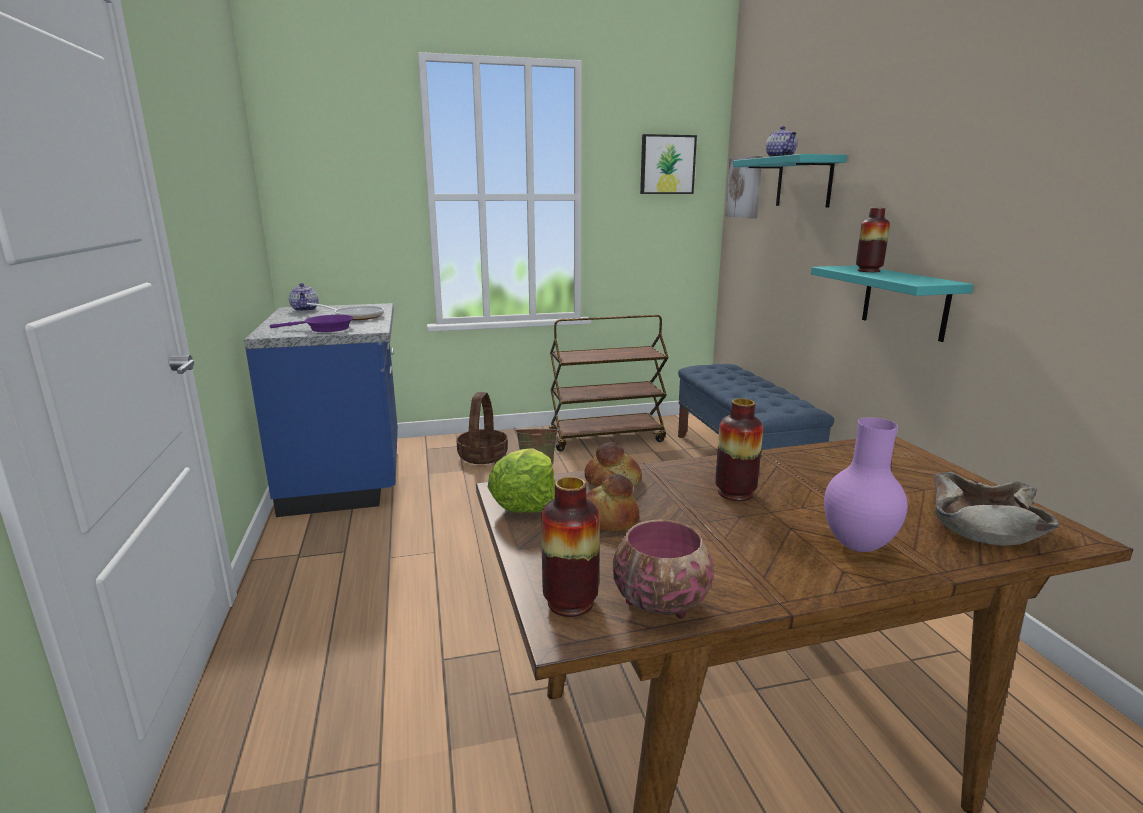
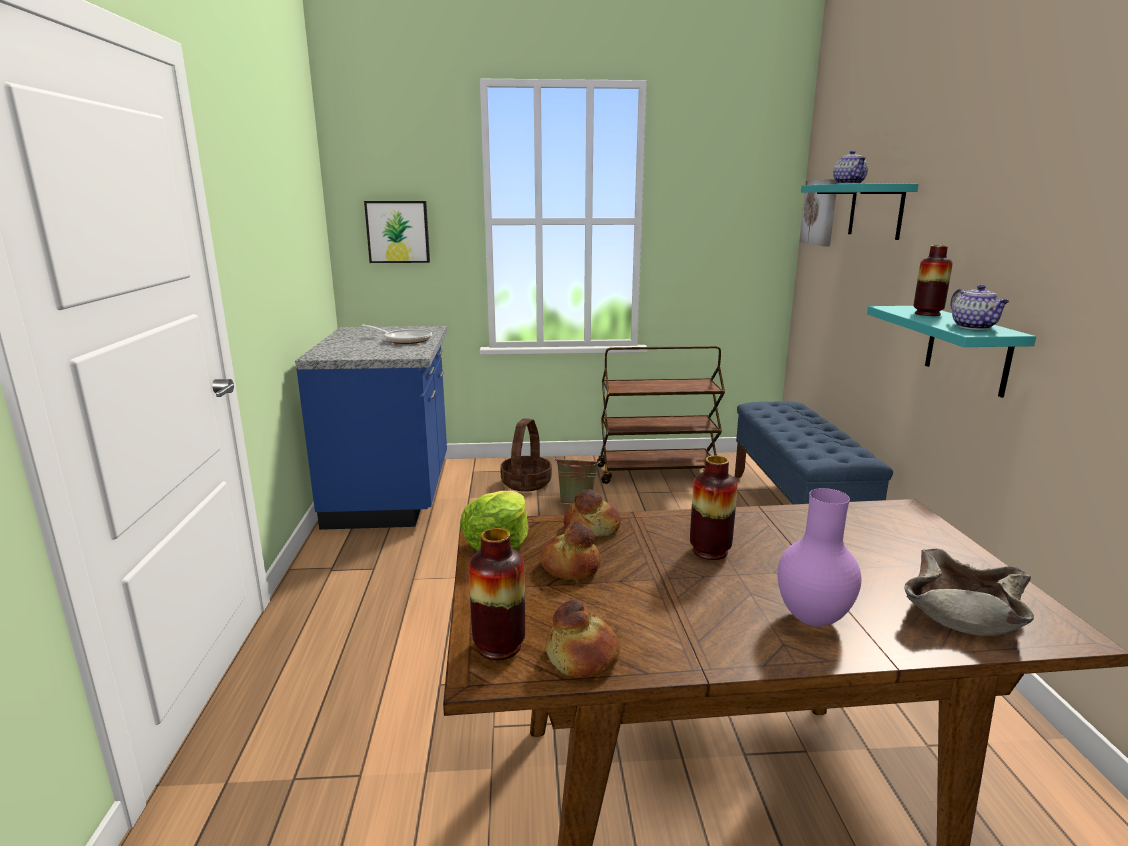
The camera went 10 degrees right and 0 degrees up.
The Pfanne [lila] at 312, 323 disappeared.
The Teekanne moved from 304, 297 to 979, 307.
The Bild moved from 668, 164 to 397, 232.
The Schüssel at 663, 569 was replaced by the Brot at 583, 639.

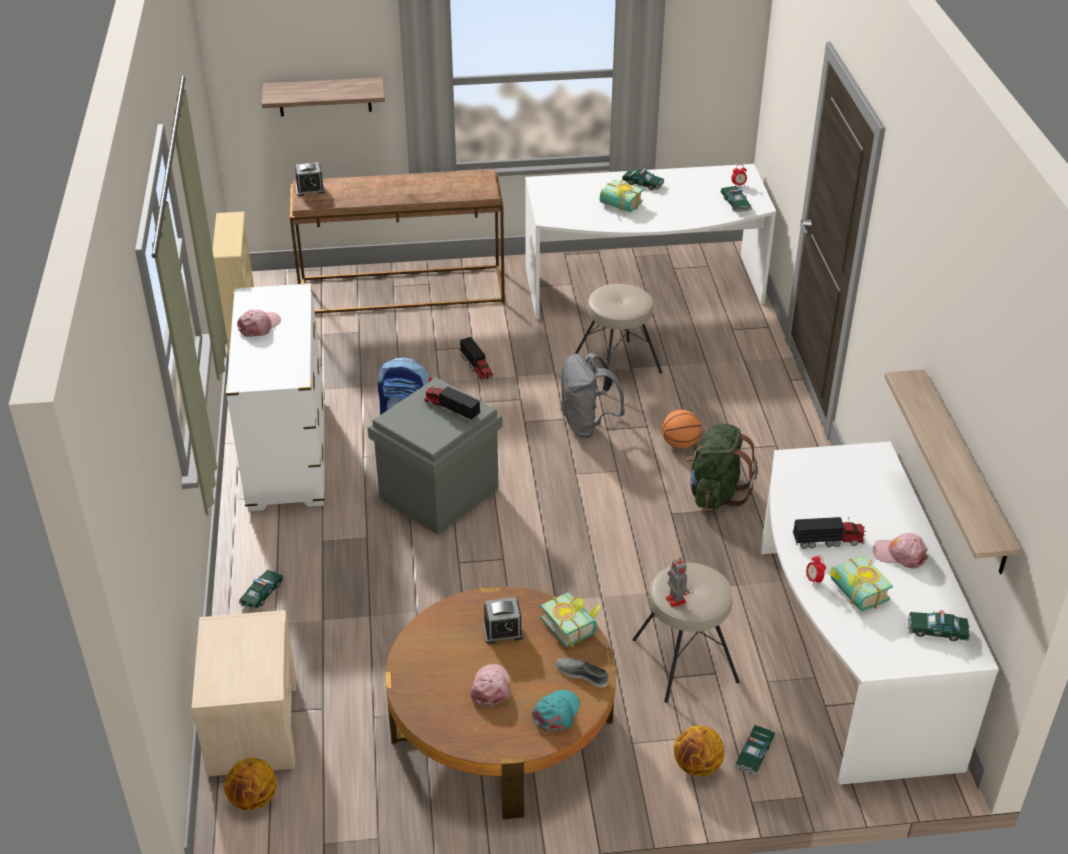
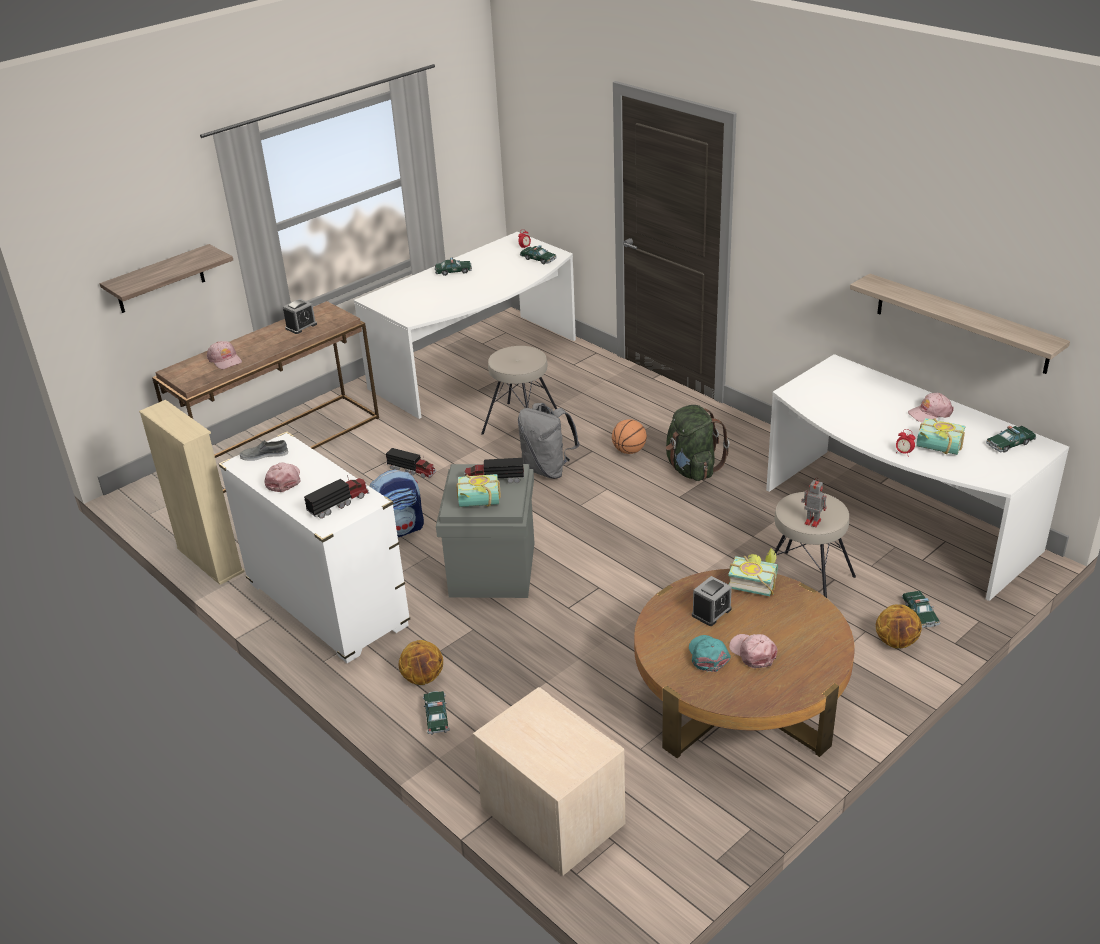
The camera went 35 degrees left and 5 degrees down.
The Kappe [rosa] at 224, 355 appeared.
The Basketball moved from 250, 784 to 421, 662.
The Wecker moved from 310, 179 to 300, 316.
The Kappe [türkis] moved from 556, 711 to 710, 653.
The Schuh [grau] moved from 582, 672 to 264, 450.
The Buch moved from 621, 196 to 478, 490.
The Spielzeuglaster moved from 829, 533 to 336, 497.

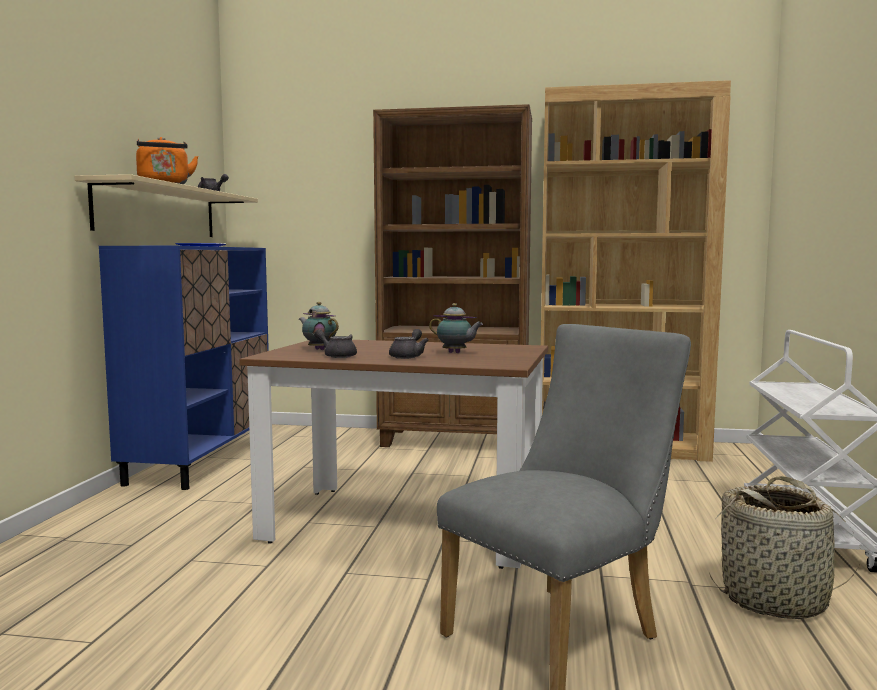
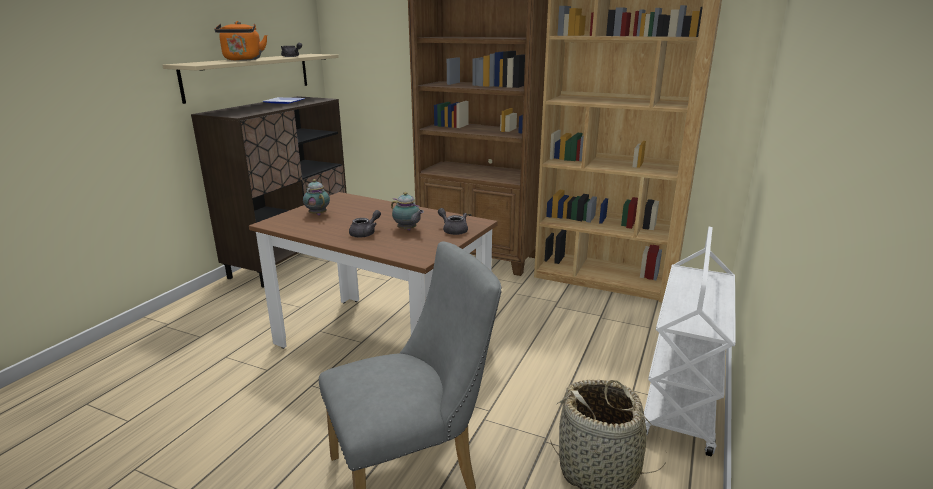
The camera went 15 degrees right and 15 degrees up.
The Teekanne [grau] moved from 335, 343 to 453, 221.
The Schrank [blau] at 184, 368 became the Schrank [braun] at 269, 192.

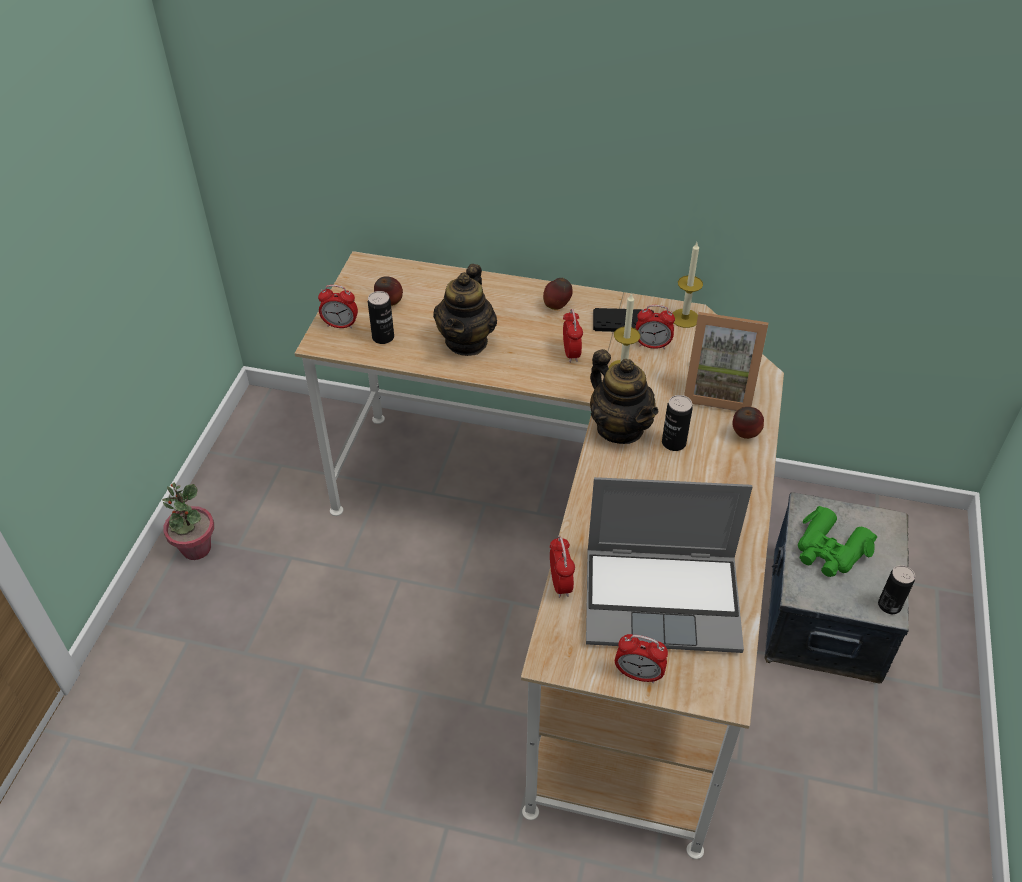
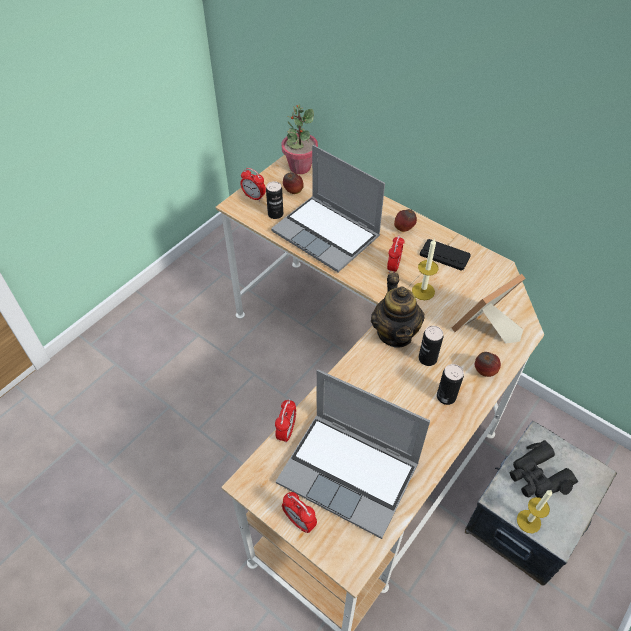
The camera went 25 degrees right and 5 degrees up.
The Wecker at 655, 327 disappeared.
The Topfpflanze moved from 188, 521 to 299, 139.
The Kerze moved from 688, 285 to 534, 511.
The Dose moved from 896, 589 to 450, 384.
The Teekanne at 465, 310 was replaced by the Laptop at 328, 208.
The Fernglas [grün] at 837, 541 became the Fernglas [schwarz] at 544, 469.
The Bilderrahmen at 726, 361 turned 105 degrees clockwise.

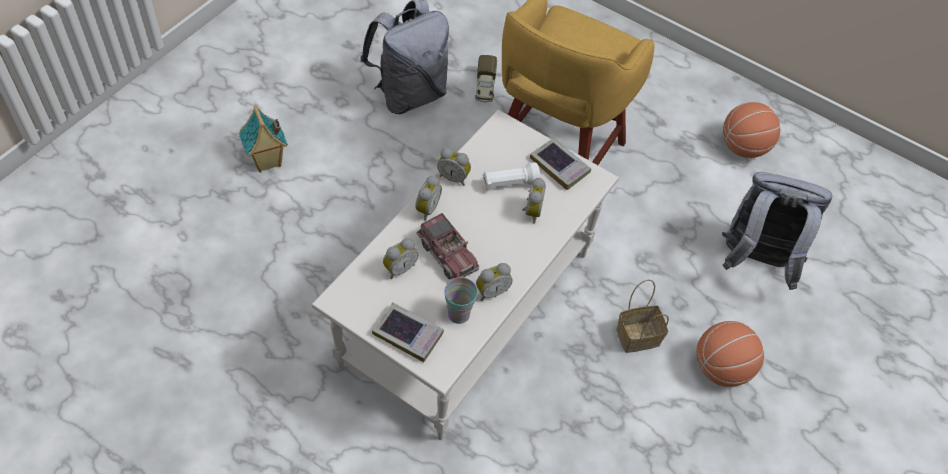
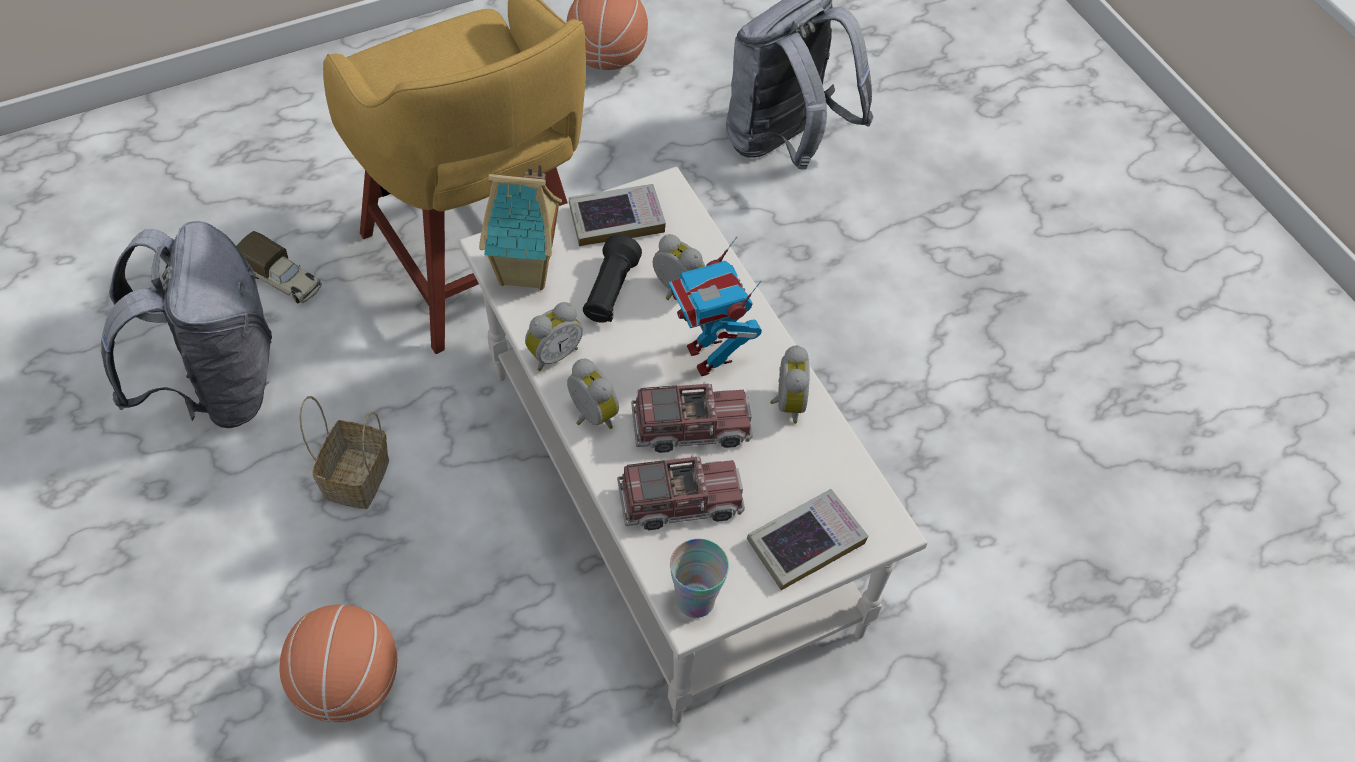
The camera went 60 degrees left and 0 degrees up.
The Spielzeugroboter at 715, 306 appeared.
The Spielzeughaus moved from 263, 138 to 520, 227.
The Tasse moved from 461, 300 to 699, 578.
The Korb moved from 642, 316 to 344, 452.
The Basketball moved from 730, 354 to 338, 663.
The Wecker at 400, 258 was replaced by the Spielzeuglaster at 681, 492.
The Taschenlampe [weiß] at 511, 176 became the Taschenlampe [schwarz] at 612, 278.

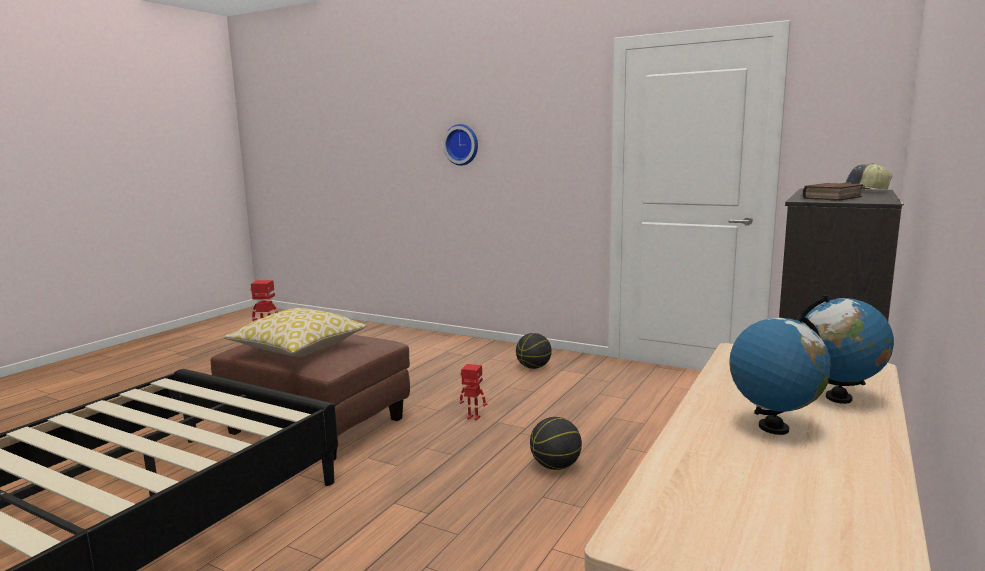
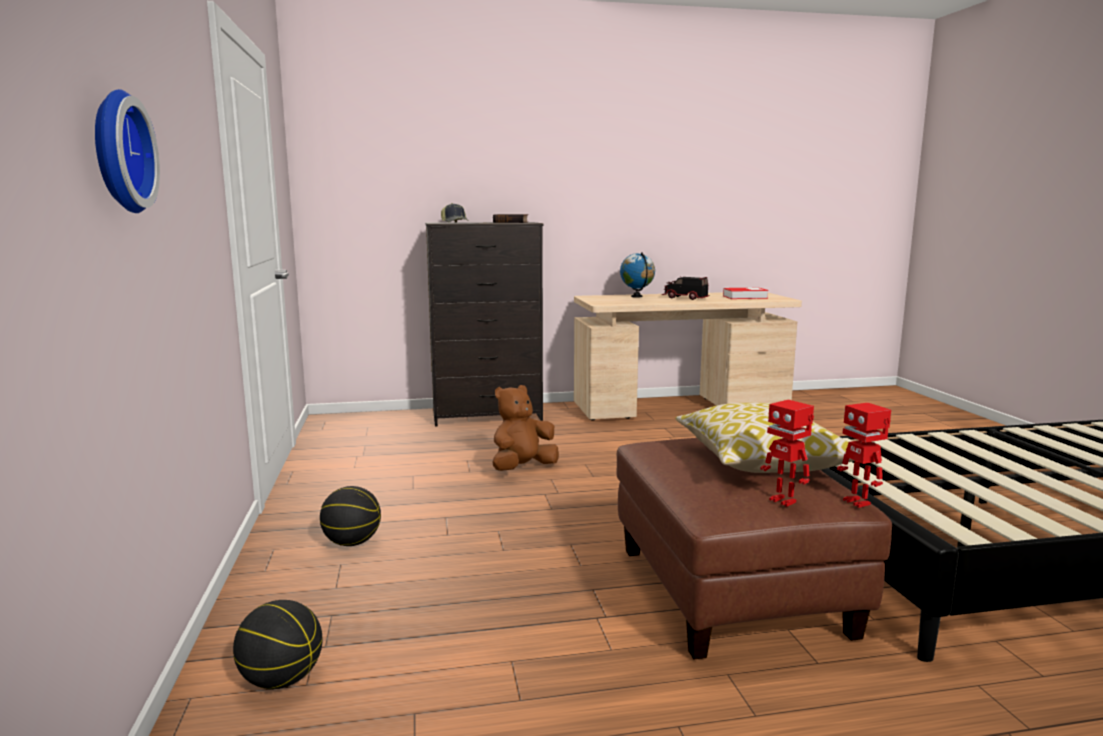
The camera went 130 degrees left and 0 degrees up.
The Plüschtier [braun] at 525, 428 appeared.
The Buch at 746, 293 appeared.
The Spielzeugroboter moved from 473, 392 to 864, 455.
The Basketball moved from 556, 443 to 278, 644.
The Globus at 780, 374 was replaced by the Spielzeuglaster at 685, 288.

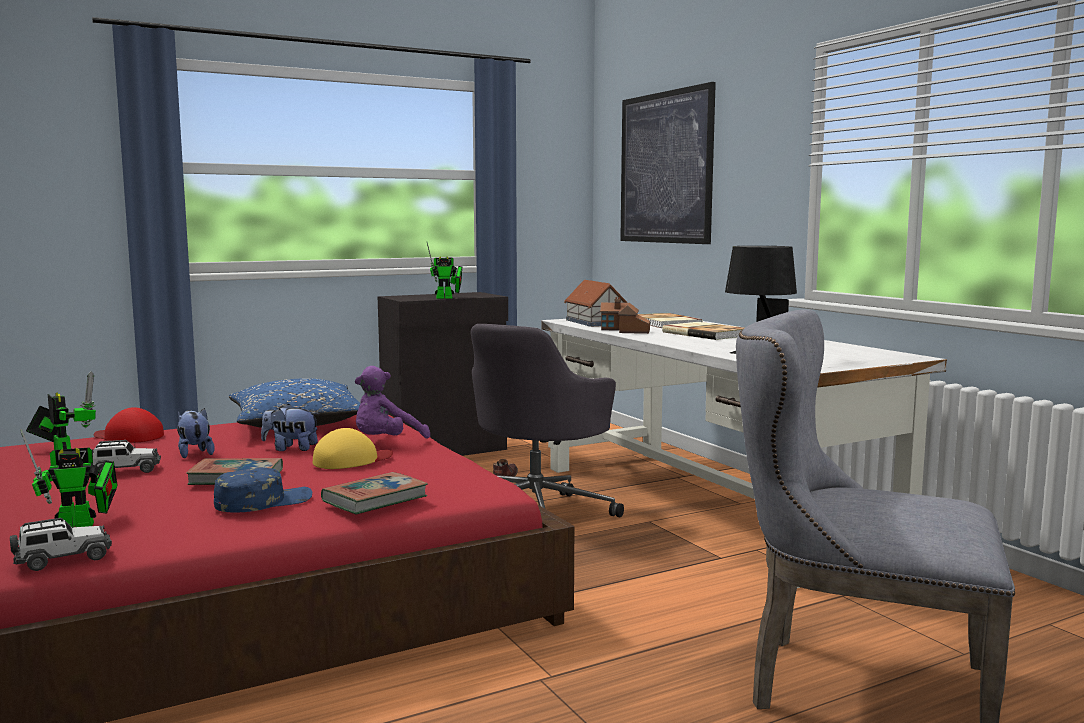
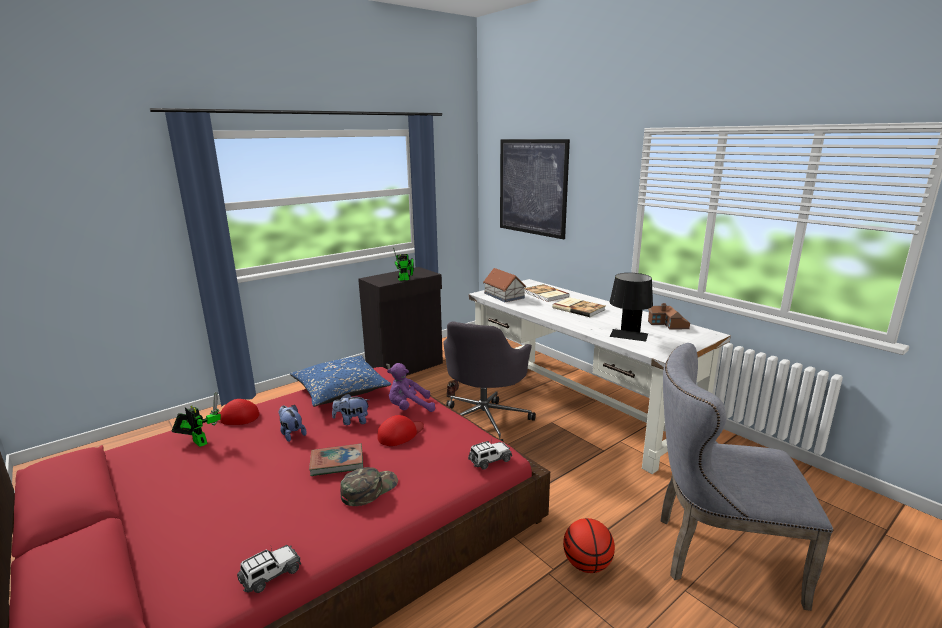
The camera went 10 degrees left and 10 degrees up.
The Spielzeugroboter at 68, 478 disappeared.
The Buch at 374, 493 disappeared.
The Basketball at 589, 545 appeared.
The Spielzeugauto moved from 126, 457 to 490, 455.
The Spielzeughaus moved from 625, 315 to 669, 316.
The Kappe [blau] at 263, 489 became the Kappe [grün] at 369, 486.
The Kappe [gelb] at 353, 448 became the Kappe [rot] at 401, 430.
The Plüschtier [lila] at 392, 402 turned 45 degrees clockwise.

